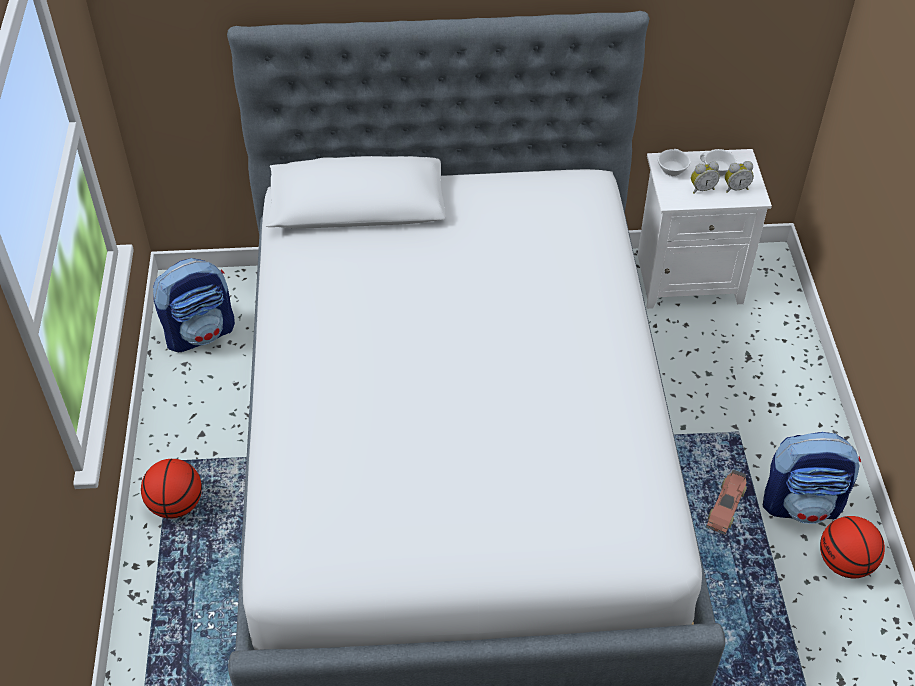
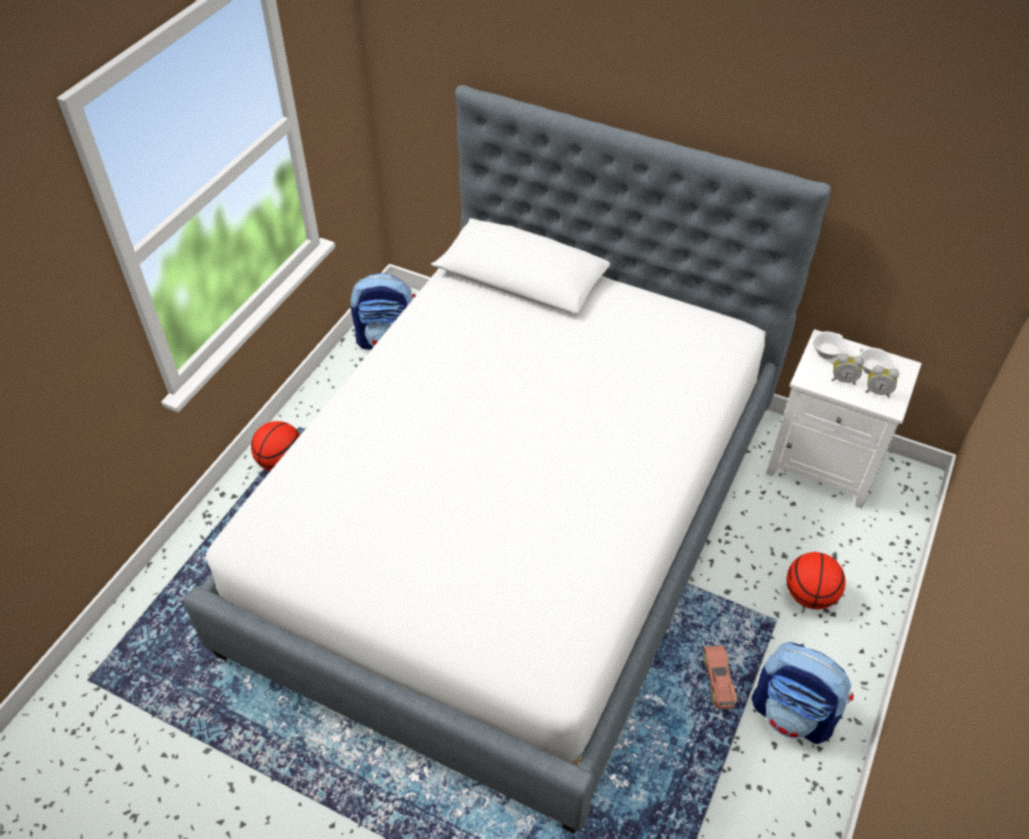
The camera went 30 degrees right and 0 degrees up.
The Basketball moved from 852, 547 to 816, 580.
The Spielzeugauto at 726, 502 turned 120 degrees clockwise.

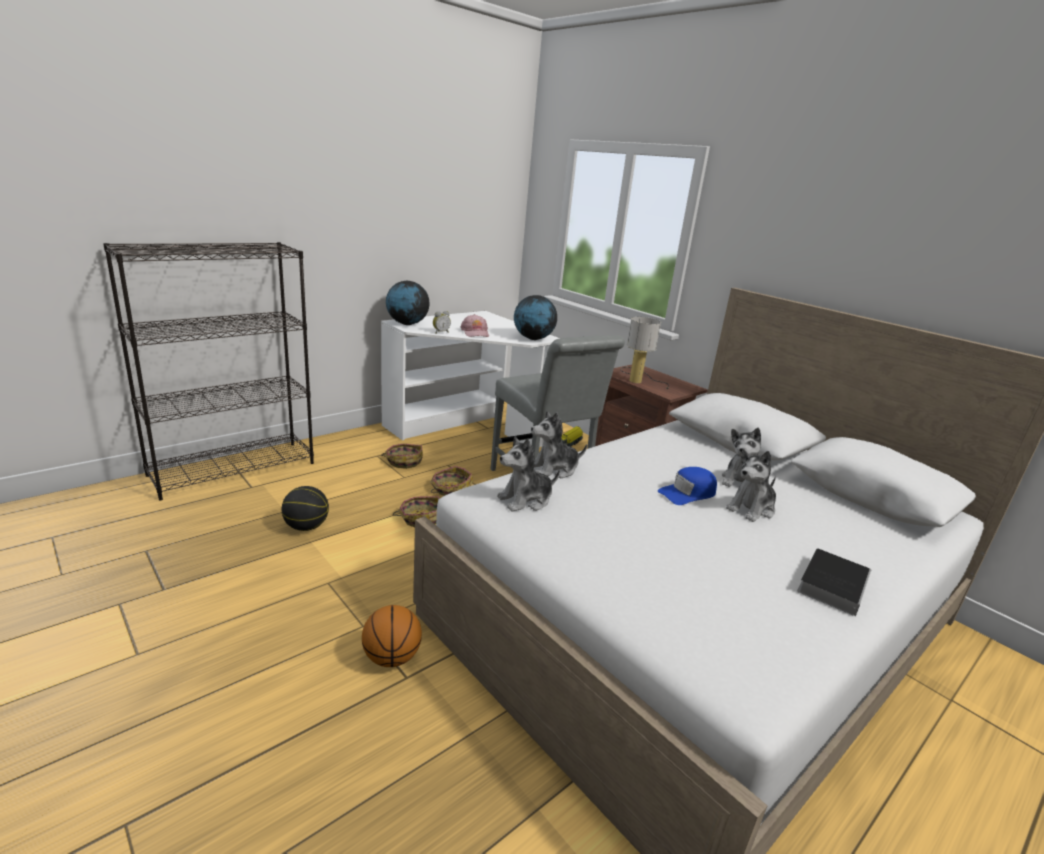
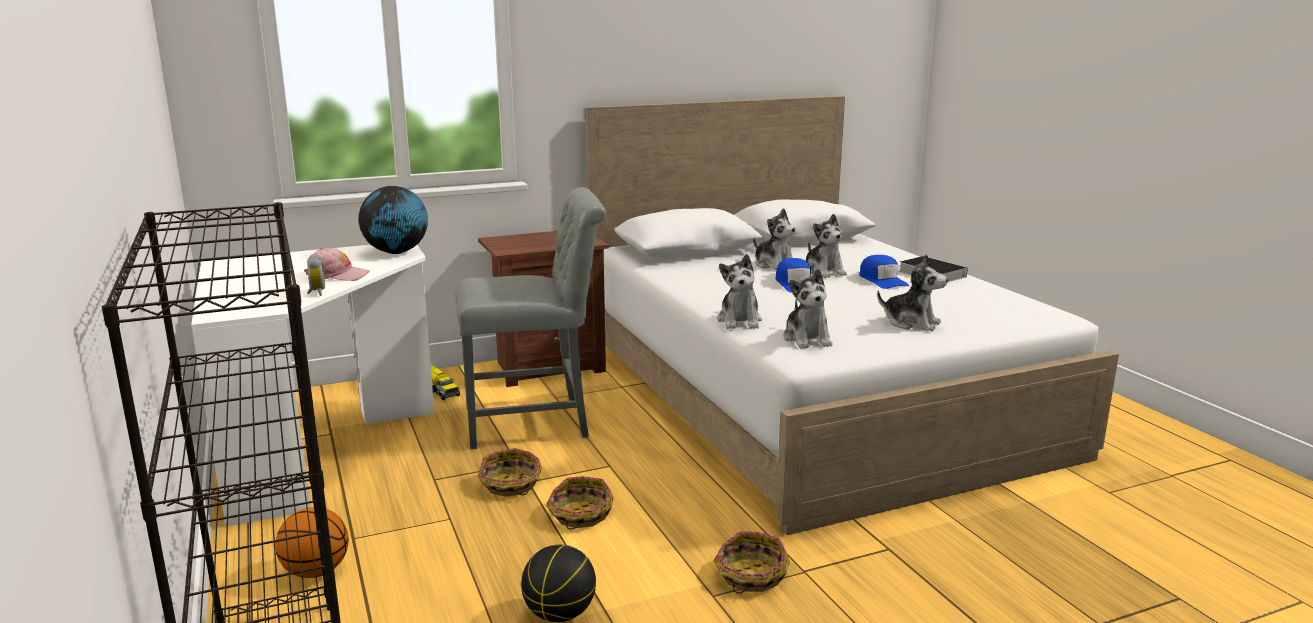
The camera went 70 degrees left and 5 degrees down.
The Globus at 408, 303 disappeared.
The Tischlampe at 644, 353 disappeared.
The Kappe [blau] at 884, 272 appeared.
The Plüschtier at 912, 292 appeared.
The Basketball moved from 392, 636 to 312, 542.
The Korb moved from 402, 456 to 751, 562.

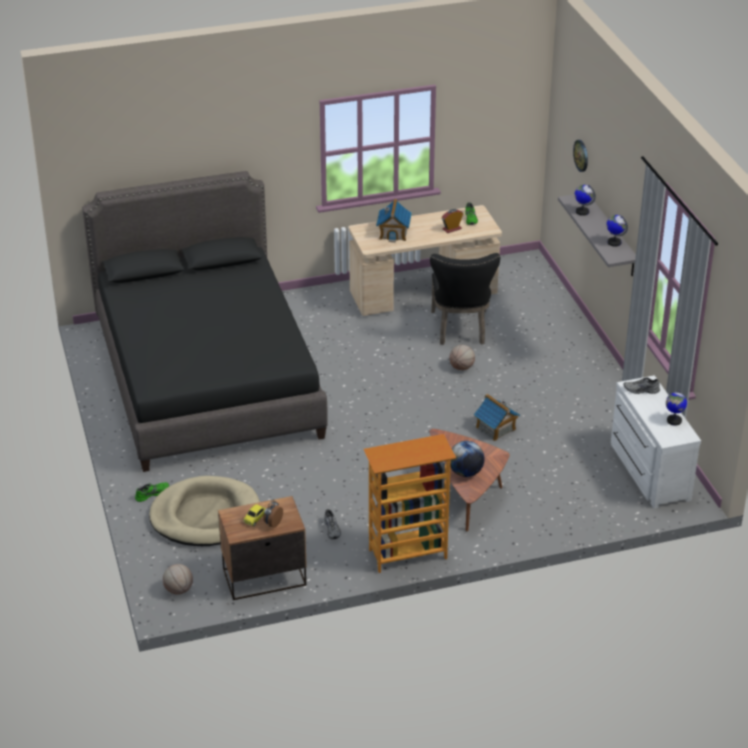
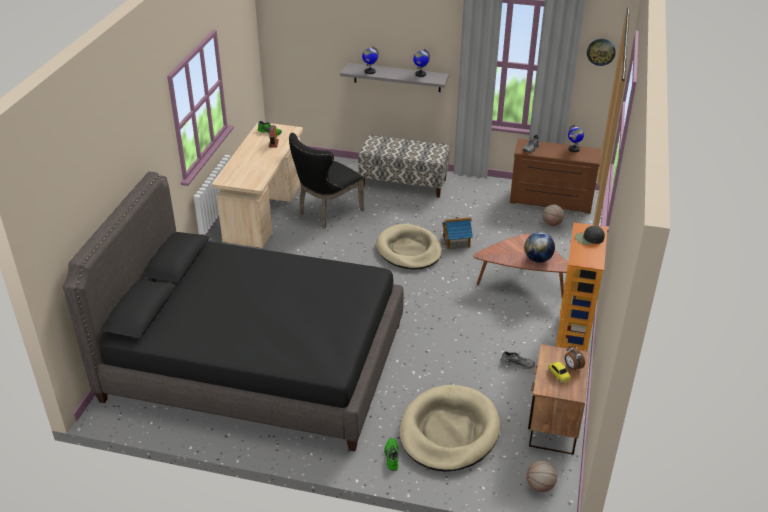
The camera went 60 degrees left and 0 degrees up.
The Spielzeughaus at 394, 220 disappeared.
The Bank at 404, 166 appeared.
The Hundebett [beige] at 409, 247 appeared.
The Kappe [schwarz] at 590, 235 appeared.
The Basketball moved from 462, 357 to 553, 215.
The Wanduhr moved from 580, 156 to 601, 52.
The Kommode [weiß] at 656, 441 became the Kommode [braun] at 555, 176.
The Stuhl [schwarz] at 465, 299 turned 105 degrees clockwise.

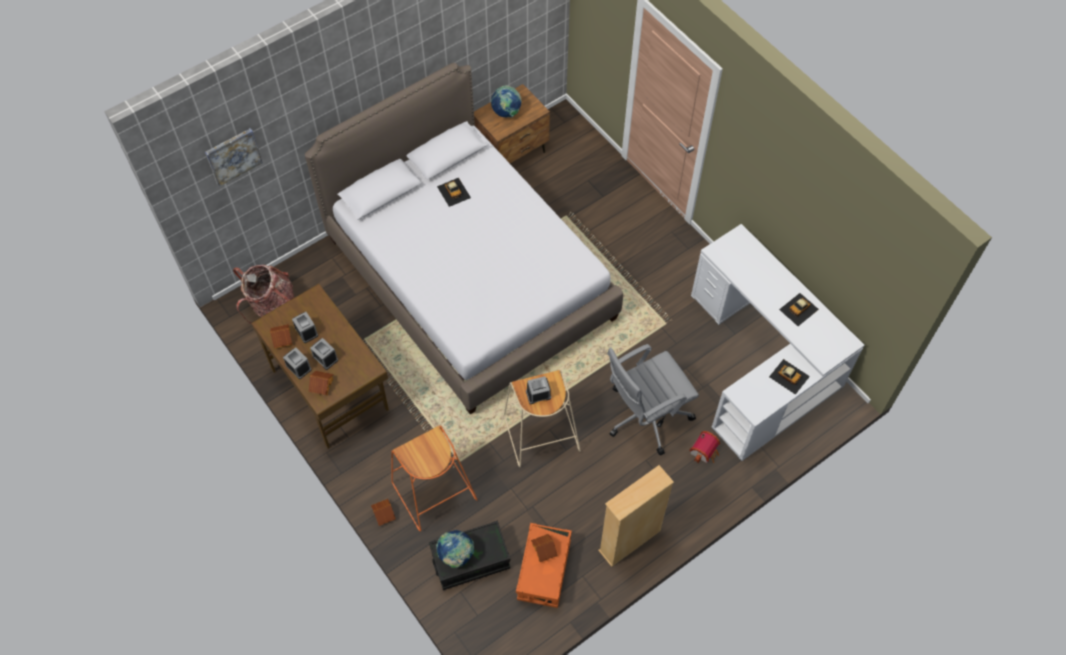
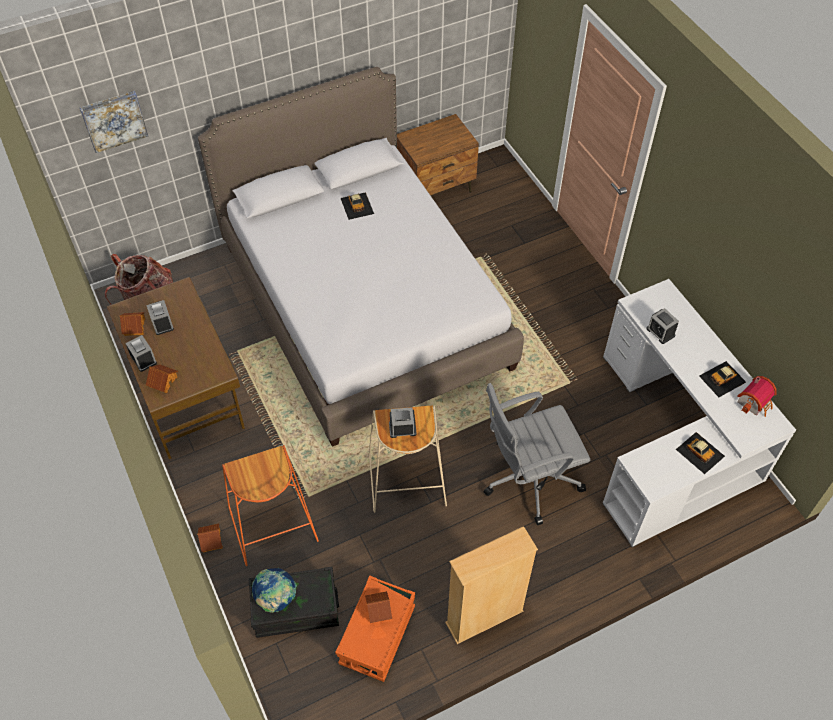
The camera went 10 degrees right and 5 degrees down.
The Globus at 506, 101 disappeared.
The Wecker moved from 324, 354 to 662, 326.
The Spielzeughaus moved from 704, 447 to 757, 396.

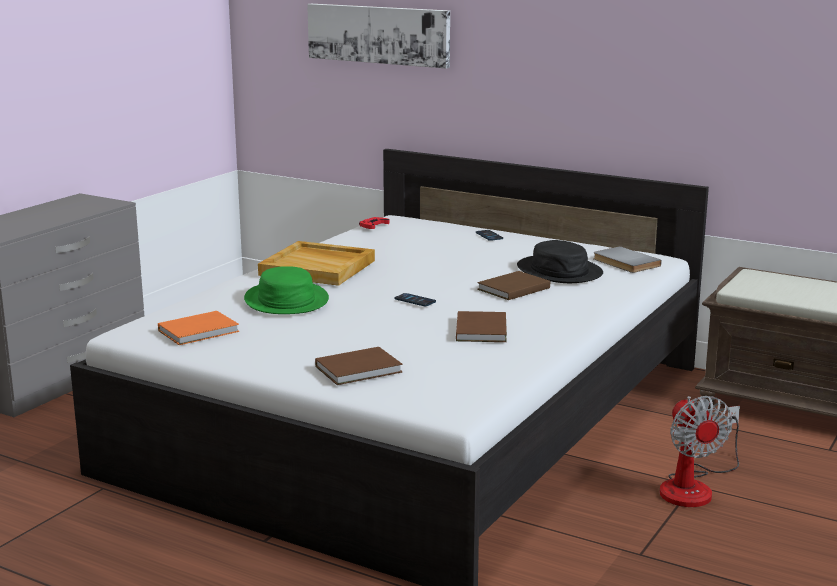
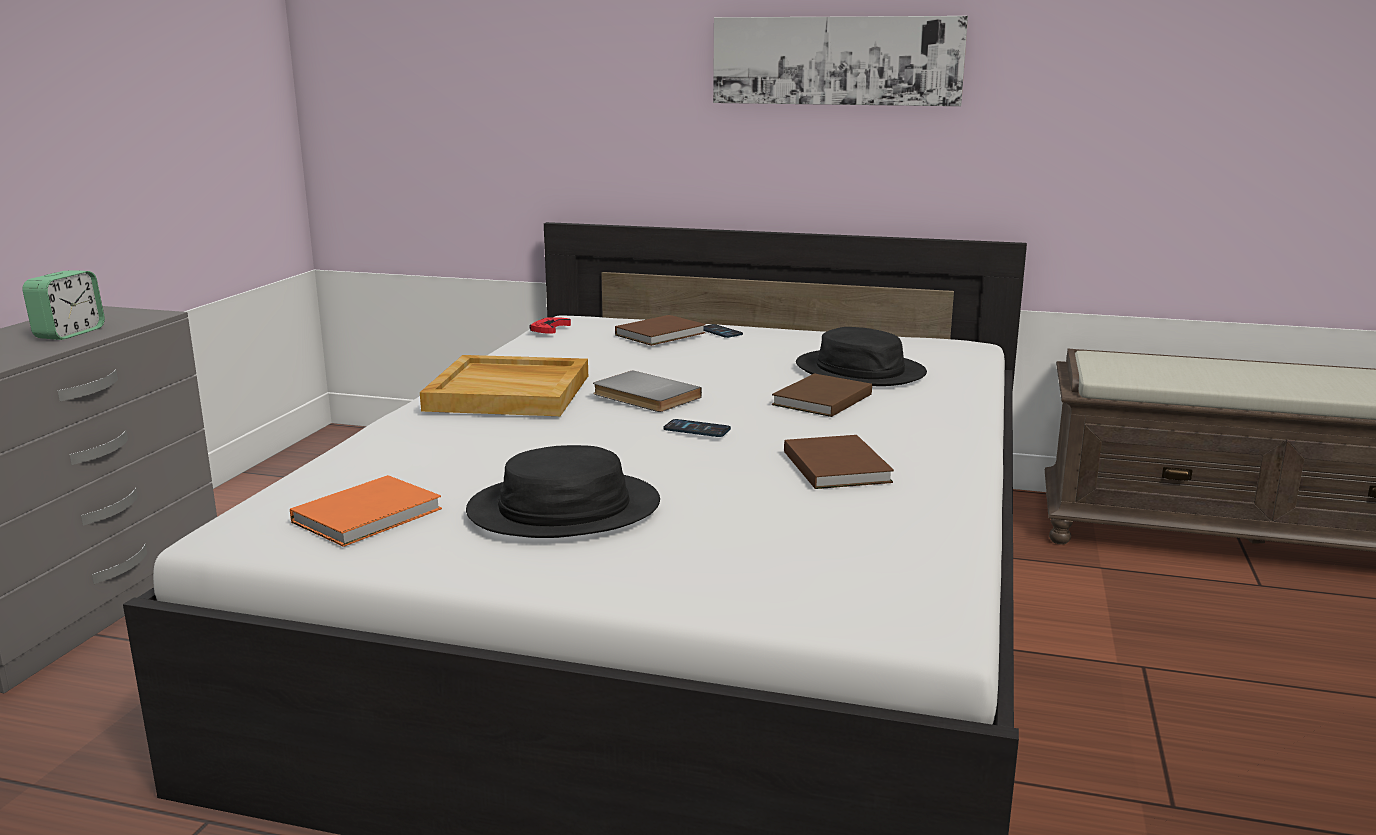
The camera went 15 degrees left and 0 degrees up.
The Hut [grün] at 286, 290 disappeared.
The Ventilator at 700, 451 disappeared.
The Wecker at 64, 305 appeared.
The Hut [schwarz] at 563, 491 appeared.
The Bild moved from 378, 36 to 840, 61.
The Buch [braun] moved from 358, 366 to 660, 330.
The Buch [grau] moved from 627, 259 to 647, 391.

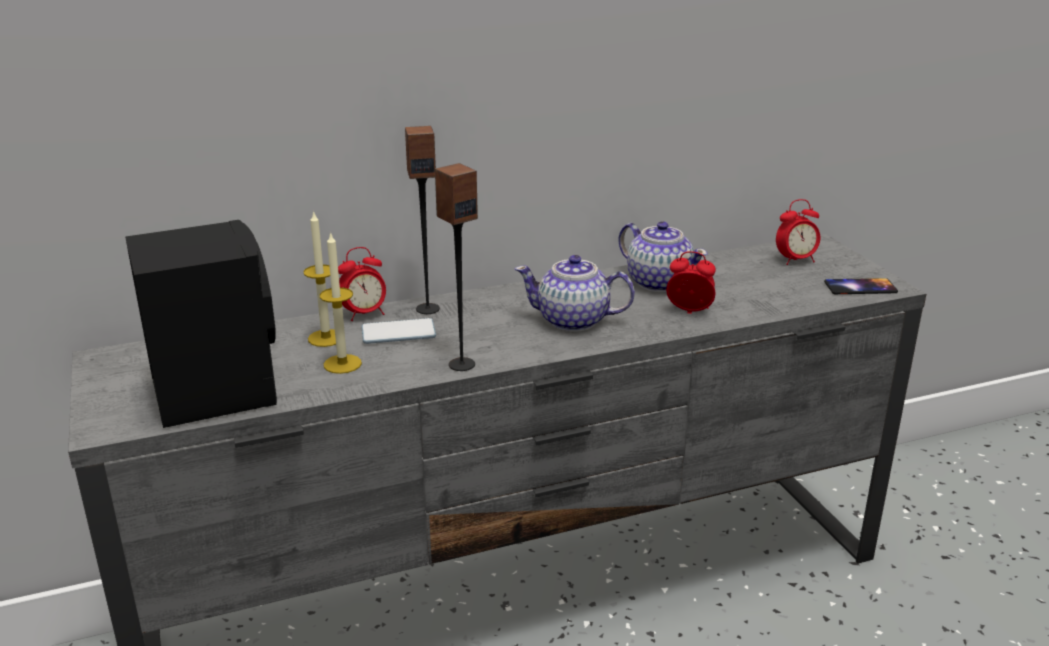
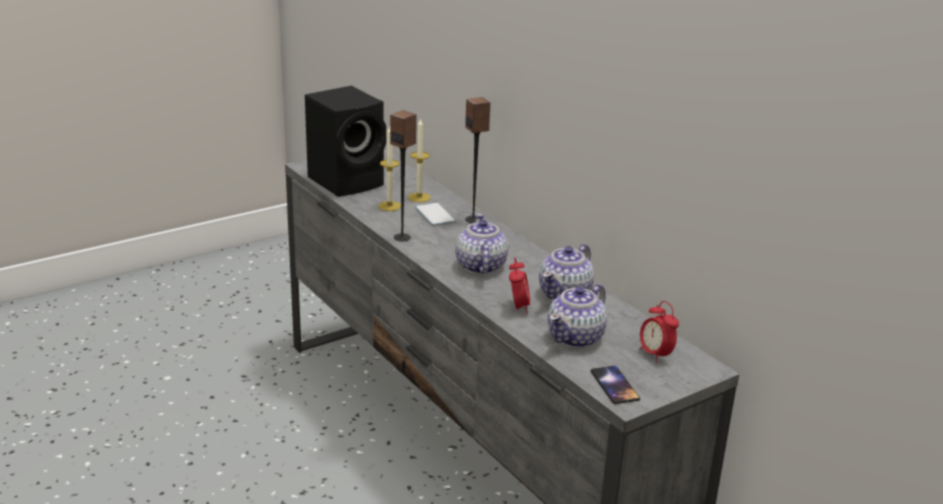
The camera went 75 degrees right and 0 degrees up.
The Wecker at 362, 284 disappeared.
The Teekanne at 577, 316 appeared.

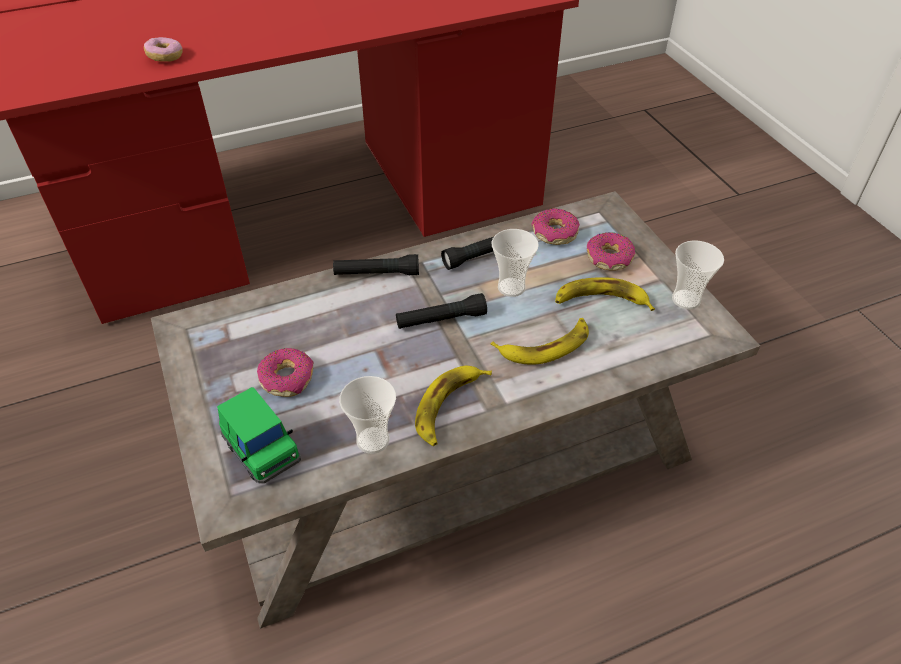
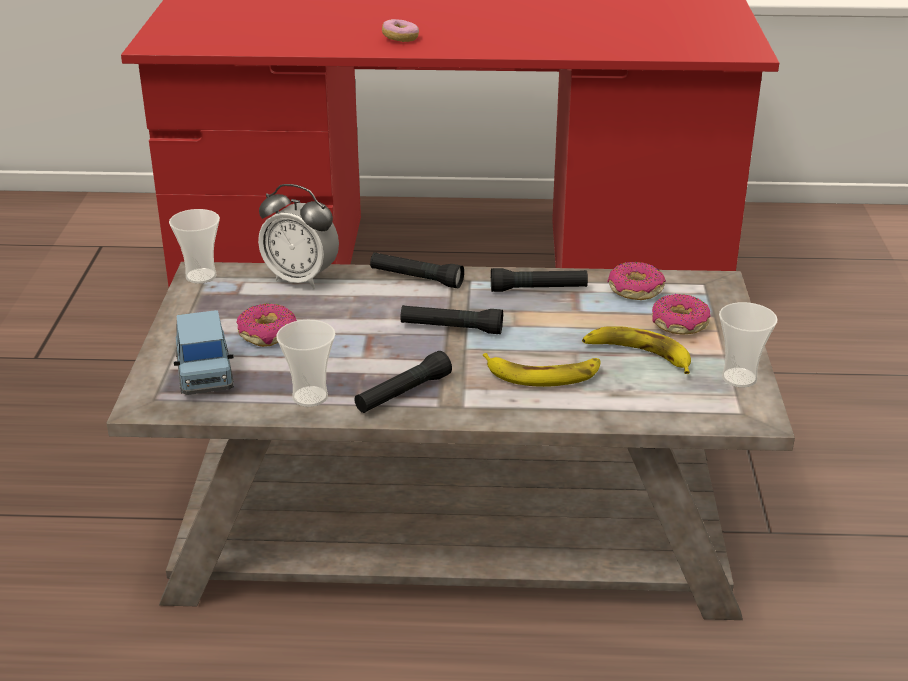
The camera went 25 degrees right and 15 degrees down.
The Wecker at 298, 236 appeared.
The Donut moved from 163, 49 to 400, 30.
The Tasse moved from 515, 263 to 194, 246.
The Banane at 453, 406 was replaced by the Taschenlampe [schwarz] at 403, 382.
The Spielzeugauto [grün] at 259, 435 became the Spielzeugauto [blau] at 204, 352.

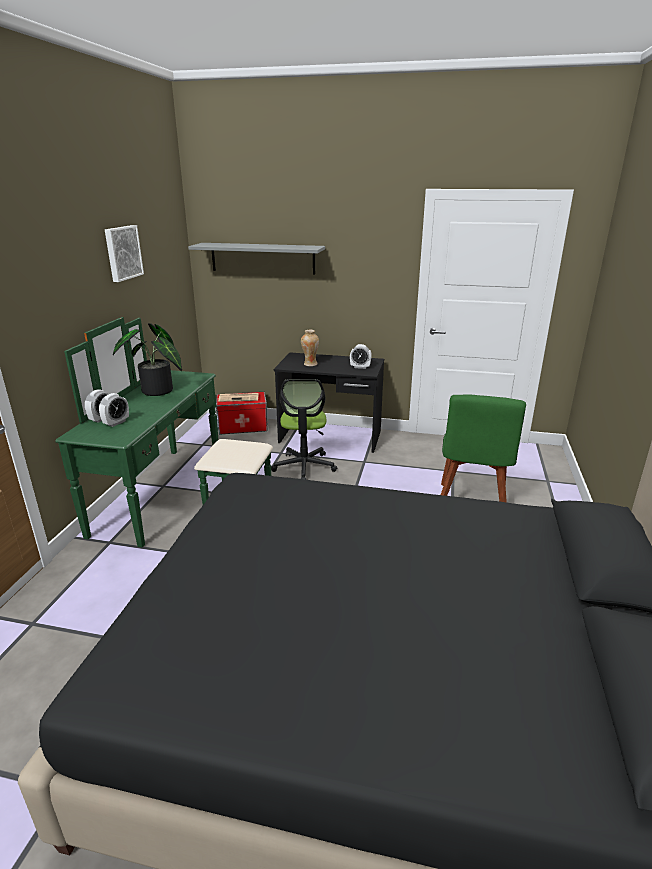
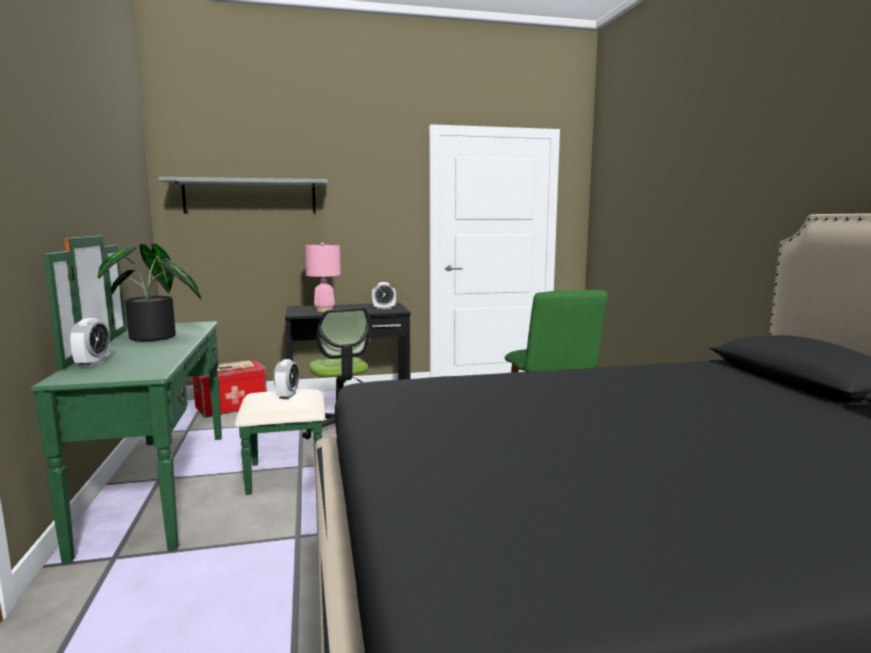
The camera went 25 degrees left and 15 degrees down.
The Bild at 124, 253 disappeared.
The Wecker moved from 114, 410 to 286, 379.
The Vase at 310, 348 was replaced by the Tischlampe [rosa] at 323, 277.

